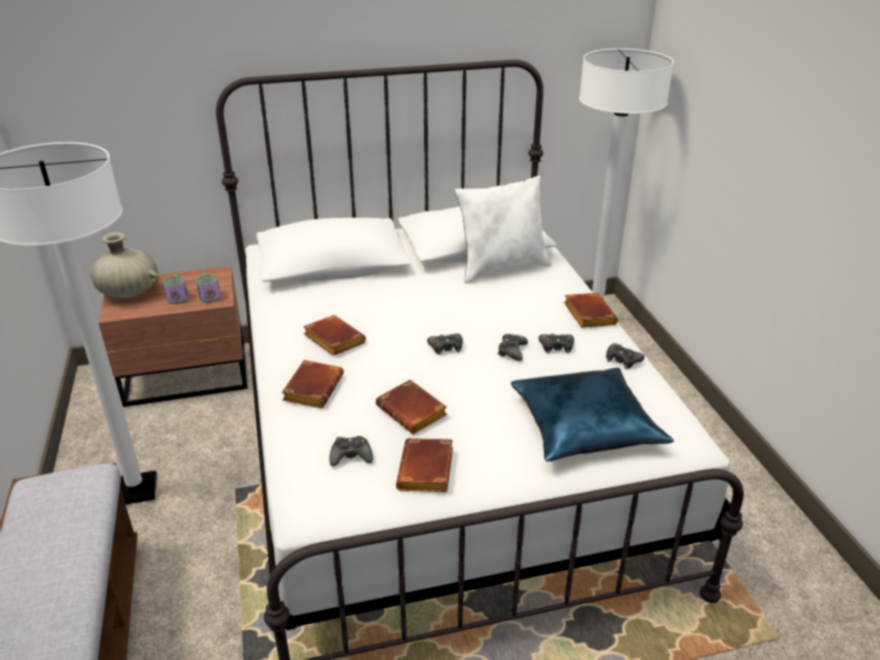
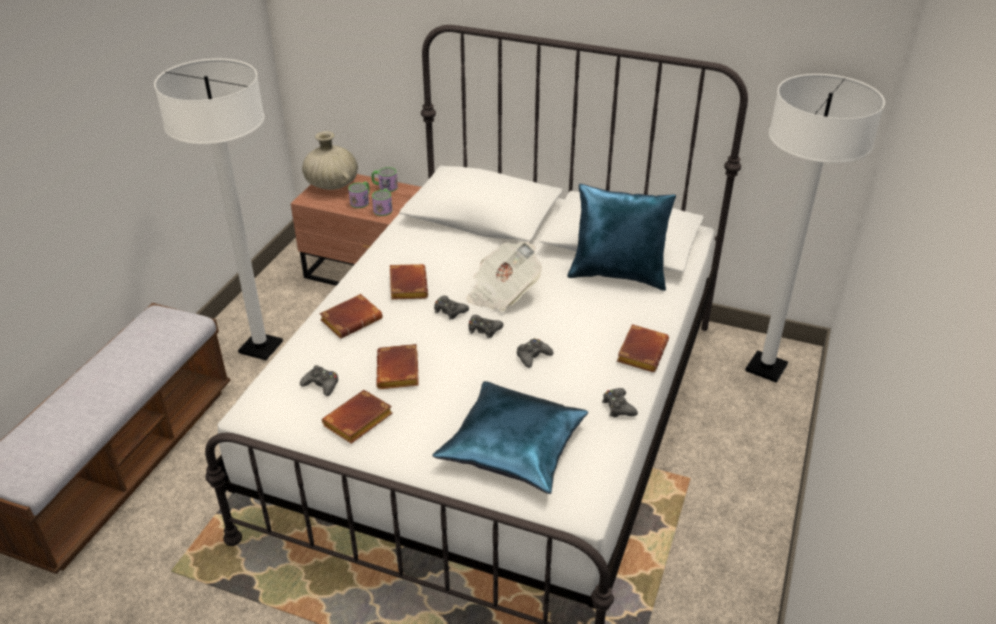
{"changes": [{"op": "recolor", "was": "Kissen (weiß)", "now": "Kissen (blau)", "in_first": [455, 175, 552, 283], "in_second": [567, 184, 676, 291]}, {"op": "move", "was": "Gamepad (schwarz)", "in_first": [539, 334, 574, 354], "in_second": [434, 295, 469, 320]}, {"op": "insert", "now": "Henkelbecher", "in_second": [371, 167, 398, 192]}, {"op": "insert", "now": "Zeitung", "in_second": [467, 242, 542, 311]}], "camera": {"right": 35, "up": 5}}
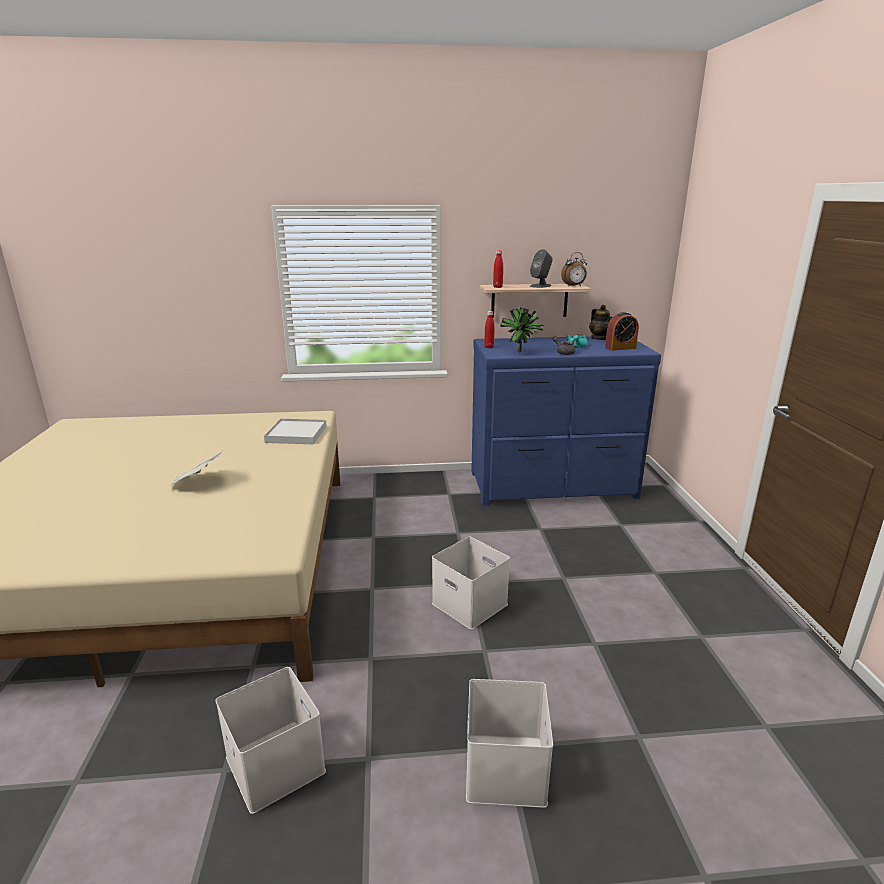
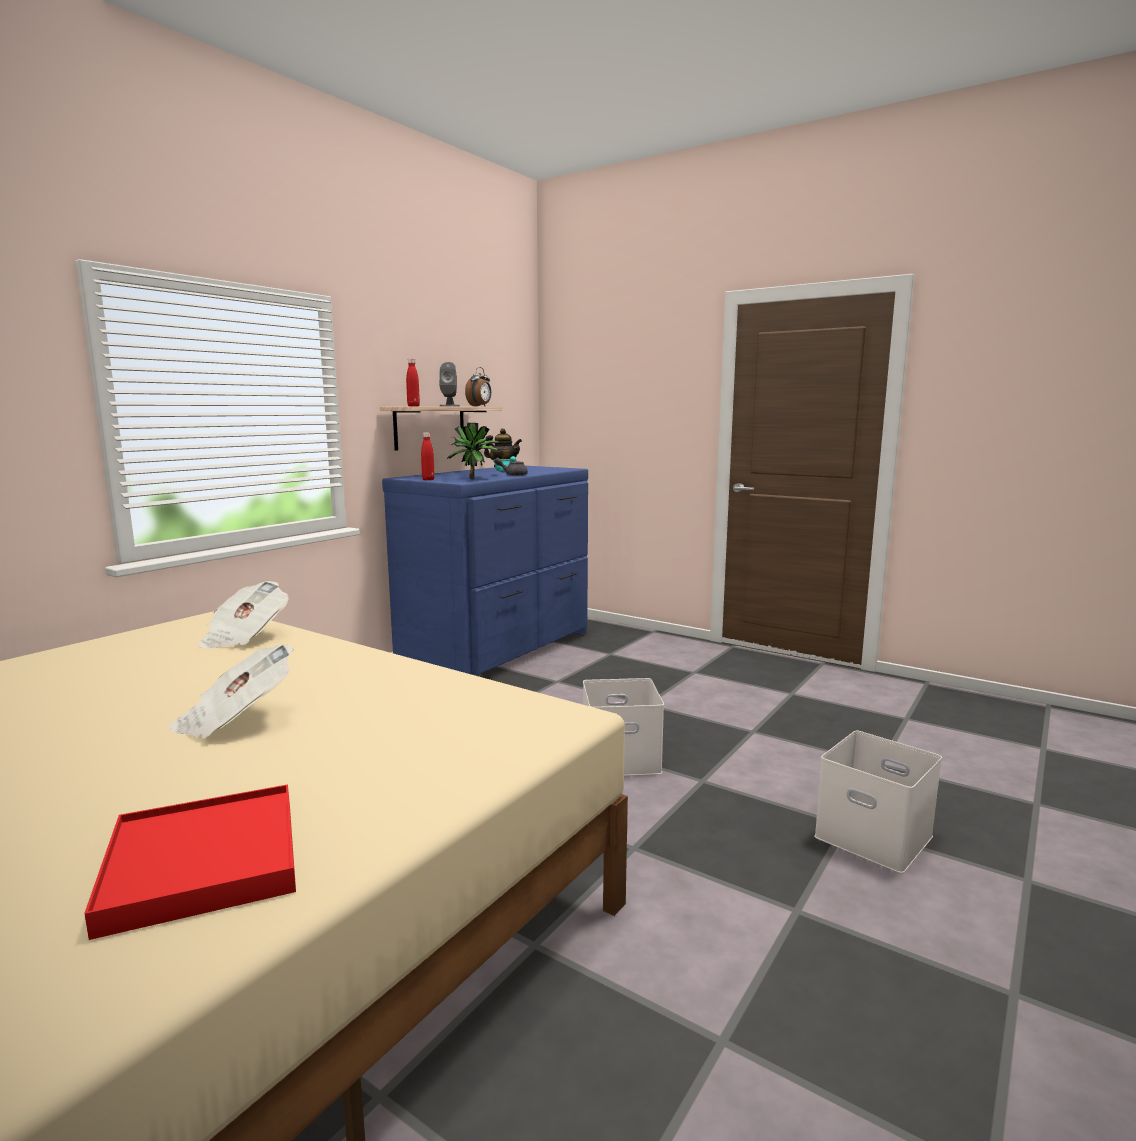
{"changes": [{"op": "delete", "was": "Aufbewahrungsbox (weiß)", "in_first": [216, 667, 326, 814]}, {"op": "replace", "was": "Tablett (weiß)", "now": "Zeitung", "in_first": [264, 418, 327, 444], "in_second": [199, 581, 289, 649]}, {"op": "delete", "was": "Wecker", "in_first": [605, 312, 639, 351]}, {"op": "insert", "now": "Tablett (rot)", "in_second": [84, 784, 296, 940]}], "camera": {"right": -50, "up": -10}}
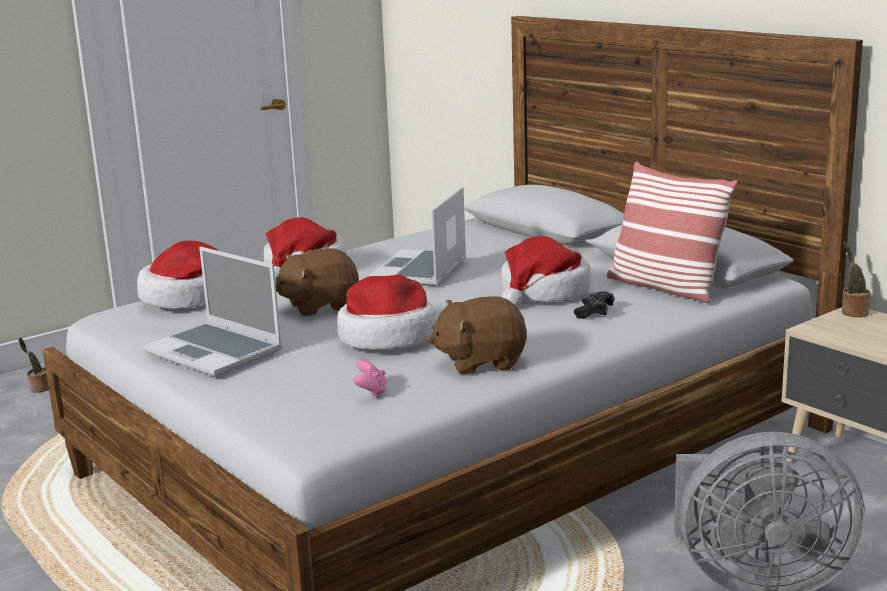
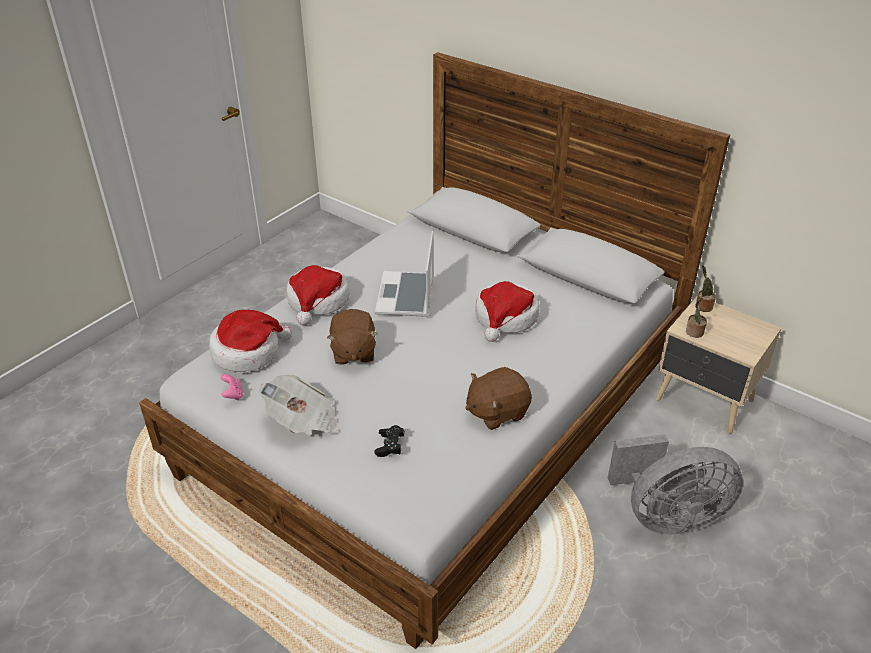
{"changes": [{"op": "move", "was": "Topfpflanze", "in_first": [19, 337, 49, 393], "in_second": [686, 298, 707, 338]}, {"op": "replace", "was": "Laptop", "now": "Zeitung", "in_first": [143, 246, 282, 377], "in_second": [259, 375, 338, 435]}, {"op": "rotate", "was": "Plüschtier (braun)", "in_first": [276, 248, 359, 316], "in_second": [327, 309, 378, 365], "clockwise": -60}, {"op": "delete", "was": "Hut", "in_first": [337, 275, 436, 350]}, {"op": "move", "was": "Gamepad (rosa)", "in_first": [353, 360, 387, 398], "in_second": [220, 374, 243, 401]}, {"op": "move", "was": "Gamepad (schwarz)", "in_first": [574, 291, 615, 319], "in_second": [374, 425, 405, 457]}, {"op": "delete", "was": "Kissen", "in_first": [607, 162, 738, 303]}], "camera": {"right": -15, "up": 20}}
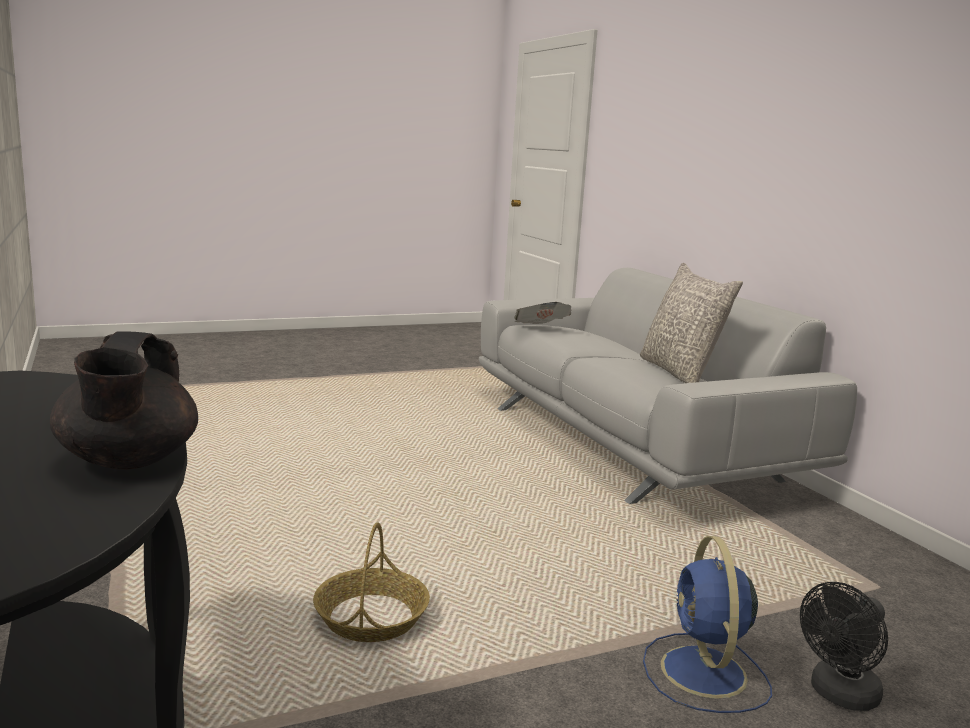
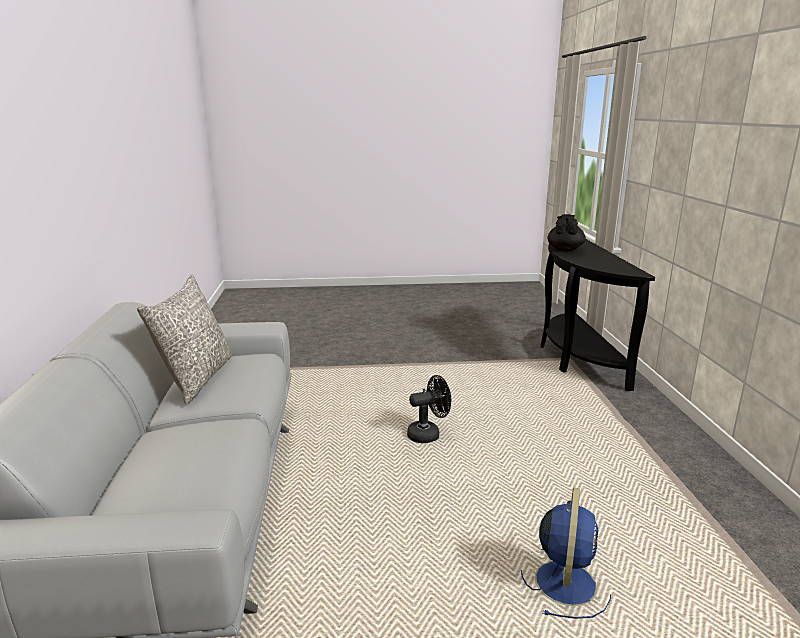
{"changes": [{"op": "delete", "was": "Korb", "in_first": [313, 522, 430, 642]}, {"op": "delete", "was": "Zeitung", "in_first": [514, 302, 572, 324]}, {"op": "move", "was": "Ventilator (blau)", "in_first": [643, 536, 772, 713], "in_second": [521, 487, 611, 619]}, {"op": "move", "was": "Ventilator (schwarz)", "in_first": [800, 582, 888, 711], "in_second": [407, 375, 451, 443]}], "camera": {"right": -160, "up": 5}}
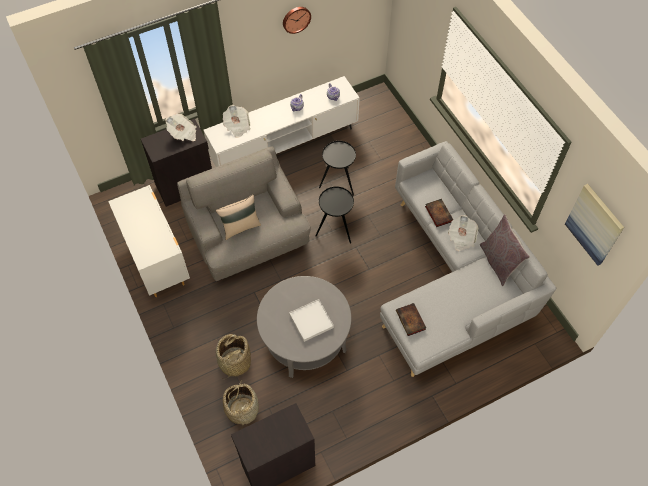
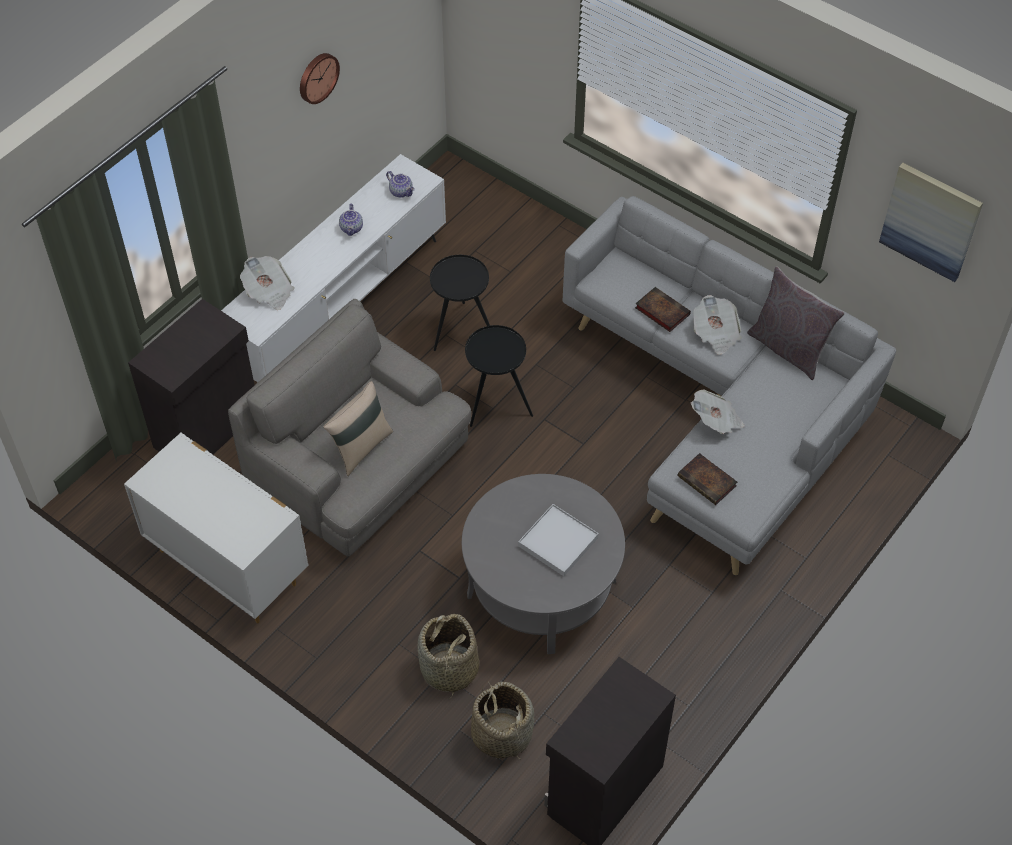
{"changes": [{"op": "move", "was": "Zeitung", "in_first": [165, 114, 197, 141], "in_second": [691, 389, 744, 434]}], "camera": {"right": -25, "up": -5}}
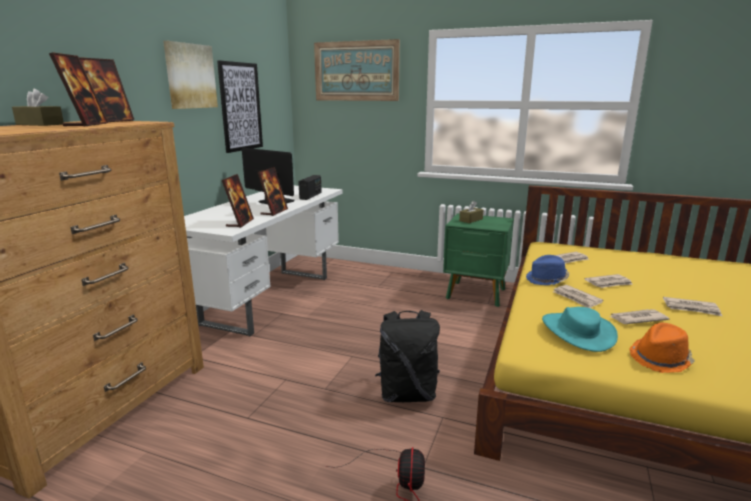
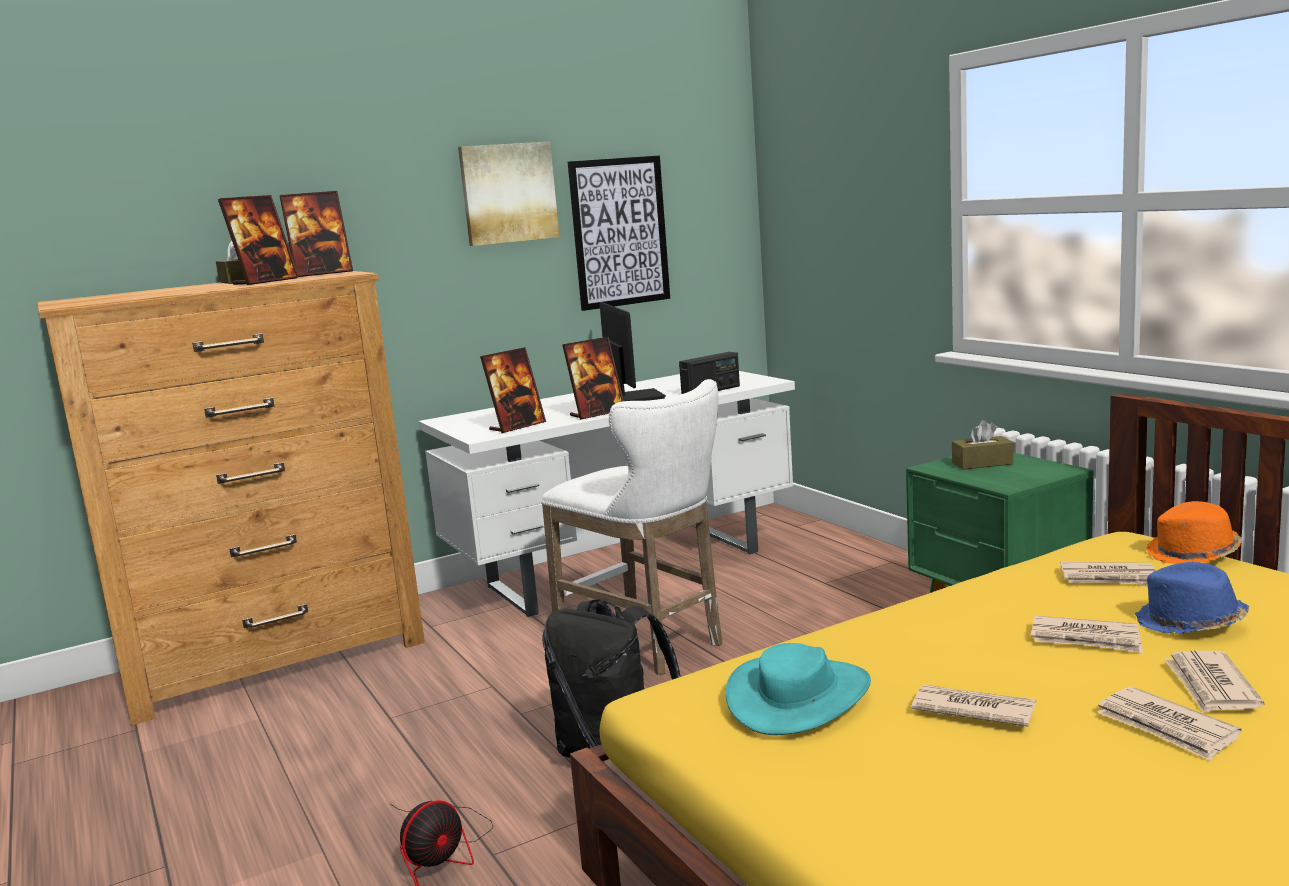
{"changes": [{"op": "delete", "was": "Bild", "in_first": [314, 39, 400, 101]}, {"op": "move", "was": "Hut (blau)", "in_first": [526, 255, 569, 285], "in_second": [1135, 562, 1249, 635]}, {"op": "move", "was": "Zeitung", "in_first": [553, 285, 603, 308], "in_second": [1164, 651, 1265, 713]}, {"op": "move", "was": "Hut (orange)", "in_first": [630, 323, 695, 373], "in_second": [1147, 501, 1242, 564]}, {"op": "insert", "now": "Hocker (weiß)", "in_second": [541, 379, 722, 676]}], "camera": {"right": 40, "up": -5}}
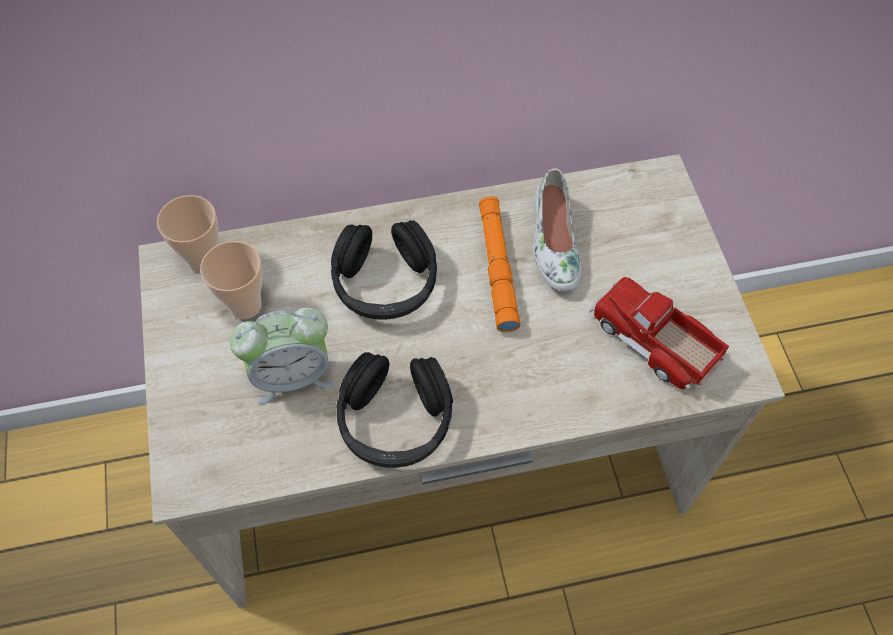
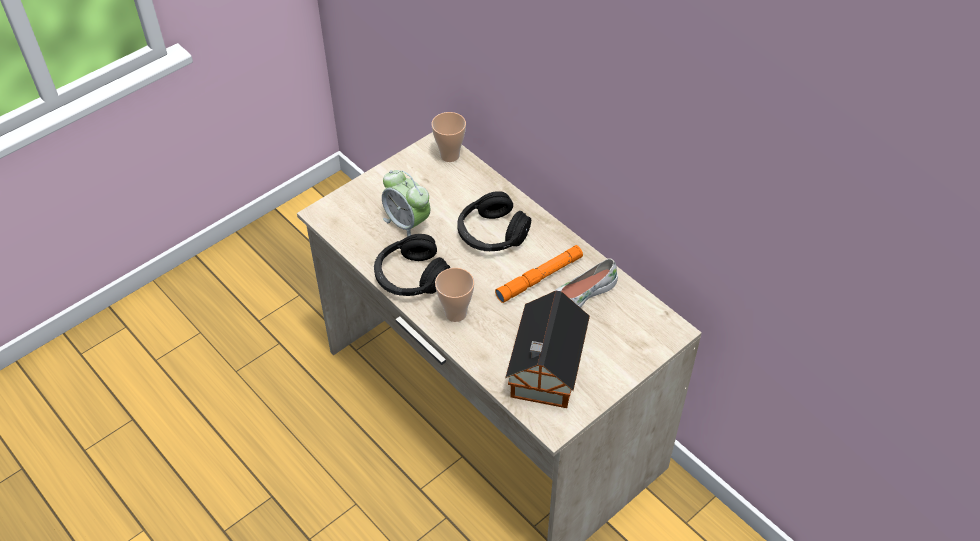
{"changes": [{"op": "move", "was": "Tasse", "in_first": [200, 241, 262, 319], "in_second": [435, 268, 474, 322]}, {"op": "replace", "was": "Spielzeuglaster", "now": "Spielzeughaus", "in_first": [590, 277, 729, 390], "in_second": [505, 291, 590, 408]}], "camera": {"right": 60, "up": -10}}
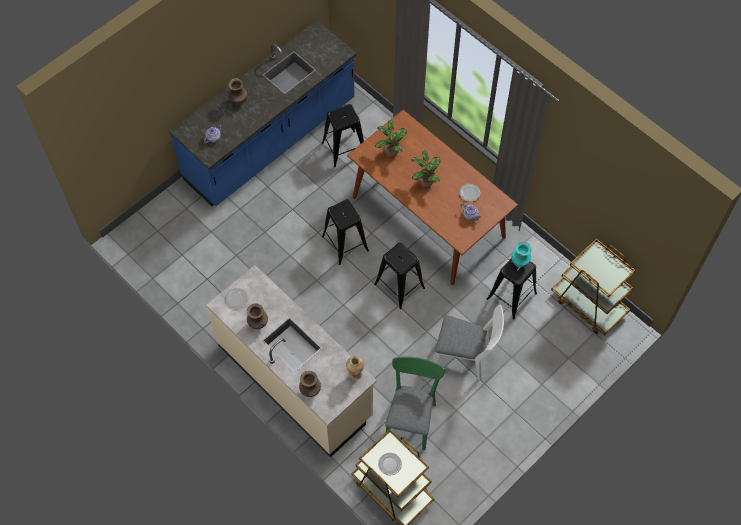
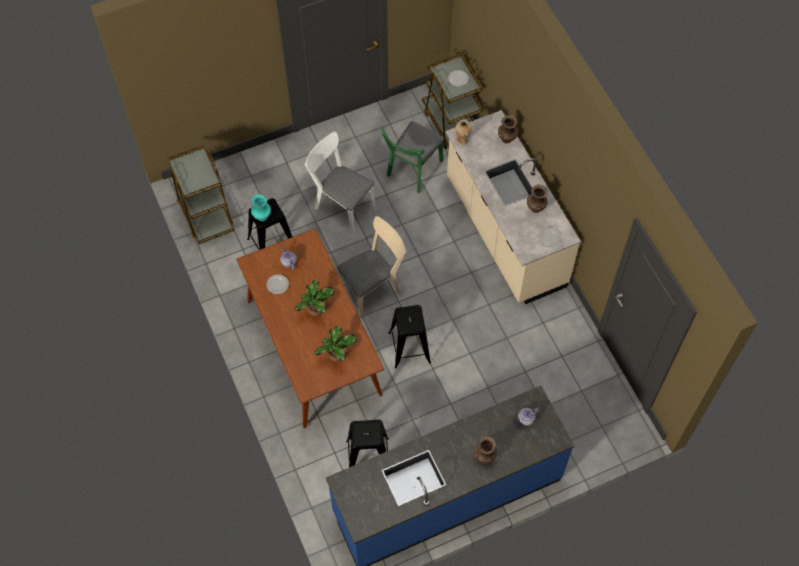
{"changes": [{"op": "replace", "was": "Hocker (schwarz)", "now": "Stuhl (beige)", "in_first": [374, 243, 425, 309], "in_second": [337, 216, 406, 316]}], "camera": {"right": -160, "up": 0}}
